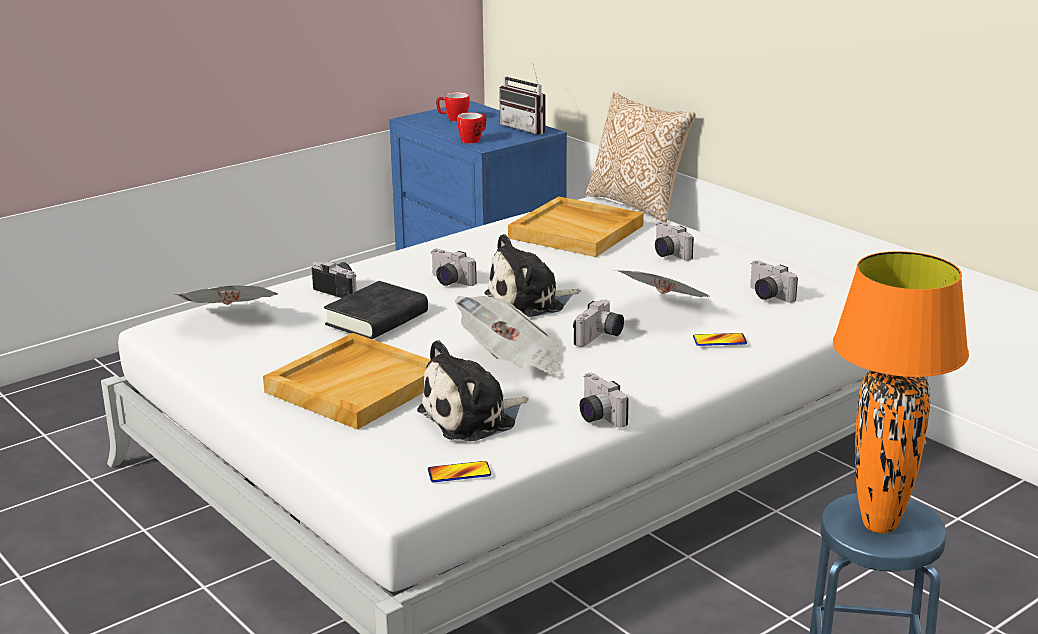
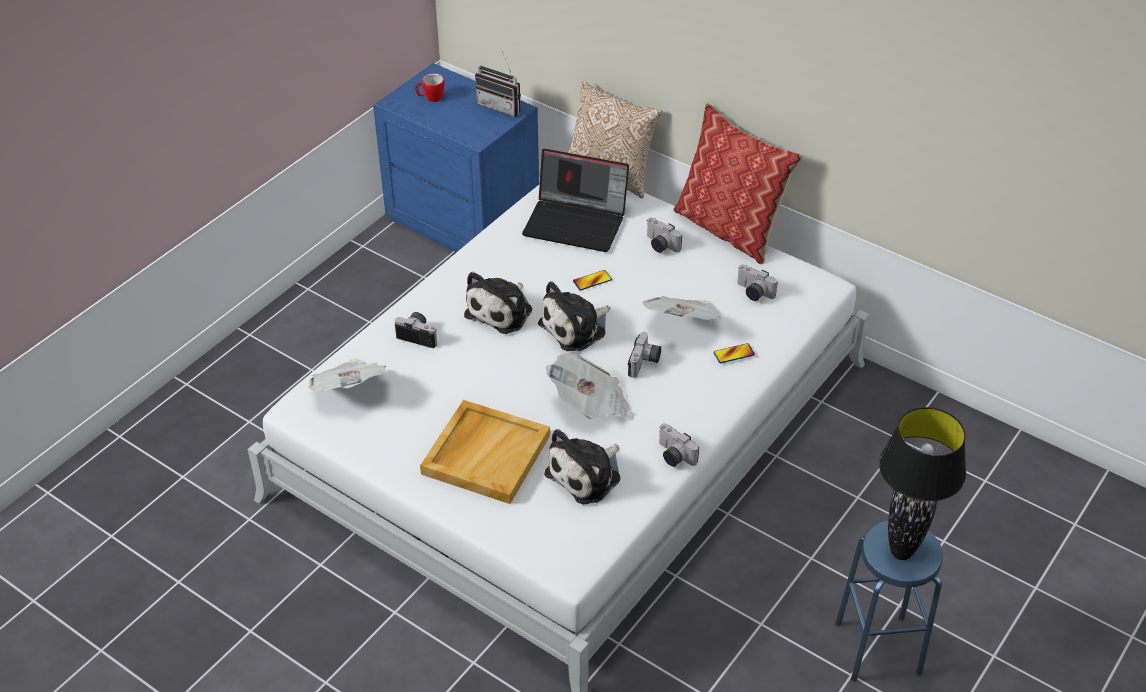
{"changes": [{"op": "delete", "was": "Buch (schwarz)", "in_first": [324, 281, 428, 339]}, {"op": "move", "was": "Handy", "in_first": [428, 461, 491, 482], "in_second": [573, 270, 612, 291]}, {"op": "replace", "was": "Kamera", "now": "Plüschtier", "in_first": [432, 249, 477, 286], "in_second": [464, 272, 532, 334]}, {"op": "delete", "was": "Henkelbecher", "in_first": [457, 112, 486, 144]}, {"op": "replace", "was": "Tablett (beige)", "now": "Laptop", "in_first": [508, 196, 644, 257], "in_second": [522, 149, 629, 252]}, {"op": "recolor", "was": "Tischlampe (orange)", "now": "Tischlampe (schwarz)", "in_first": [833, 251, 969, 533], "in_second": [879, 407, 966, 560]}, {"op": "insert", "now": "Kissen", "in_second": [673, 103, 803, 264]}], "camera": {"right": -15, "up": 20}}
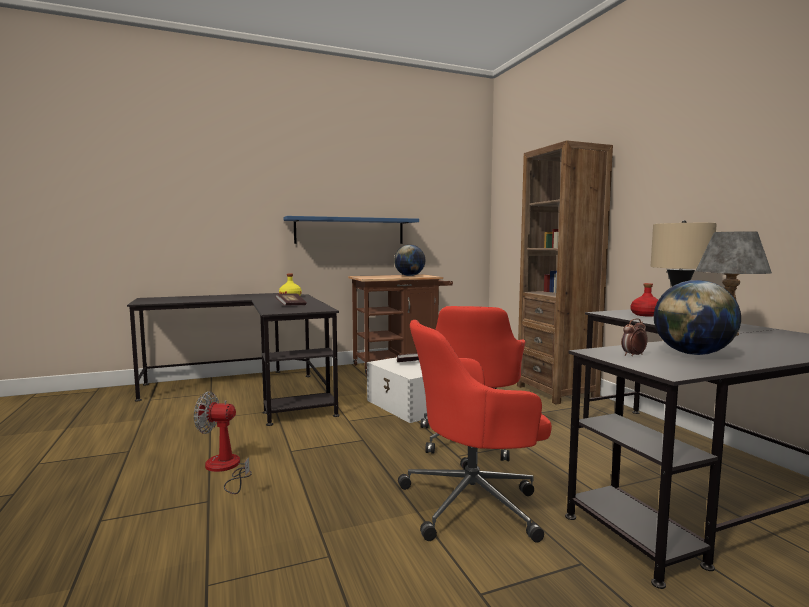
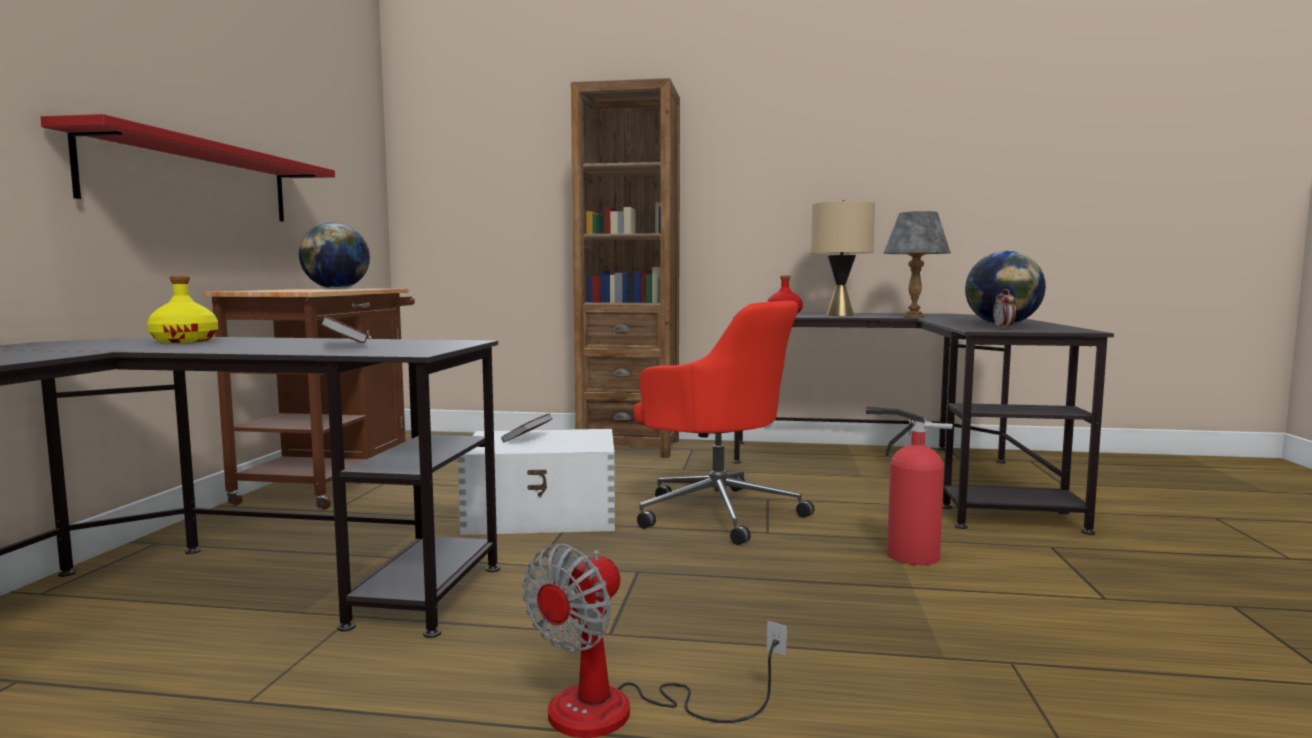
{"changes": [{"op": "recolor", "was": "Wandregal (blau)", "now": "Wandregal (rot)", "in_first": [284, 216, 419, 244], "in_second": [41, 114, 335, 222]}, {"op": "replace", "was": "Bürostuhl (rot)", "now": "Feuerlöscher", "in_first": [398, 320, 552, 543], "in_second": [866, 407, 953, 565]}], "camera": {"right": -60, "up": 0}}
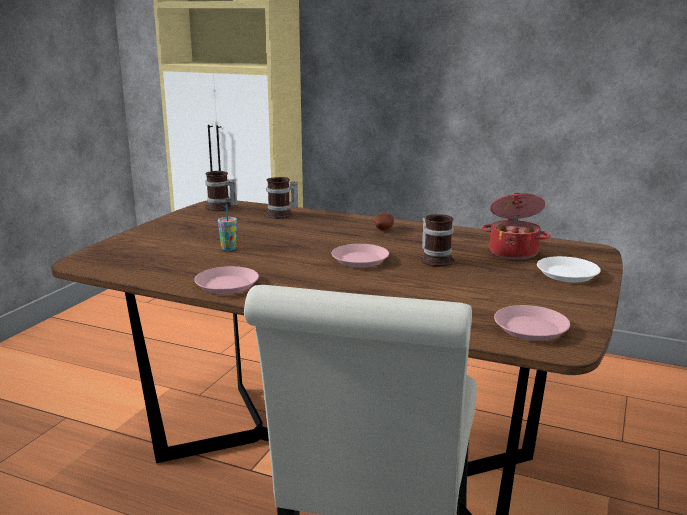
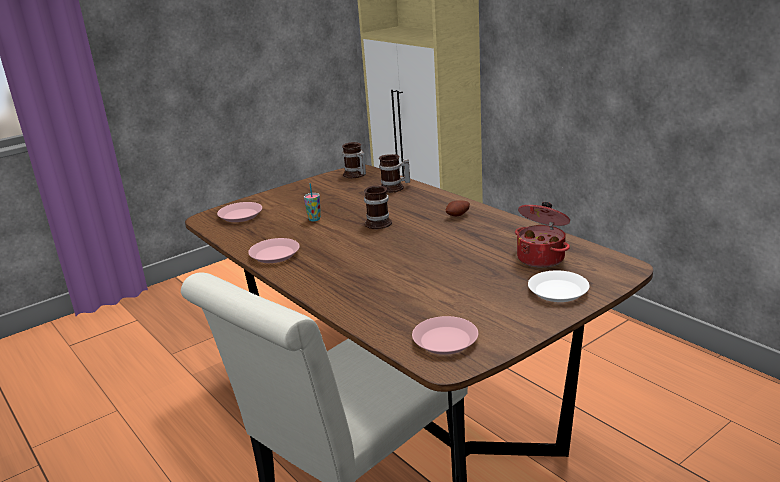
{"changes": [{"op": "move", "was": "Teller (rosa)", "in_first": [331, 244, 389, 267], "in_second": [217, 202, 262, 222]}, {"op": "move", "was": "Henkelbecher", "in_first": [420, 214, 454, 267], "in_second": [364, 185, 392, 229]}], "camera": {"right": 30, "up": 5}}
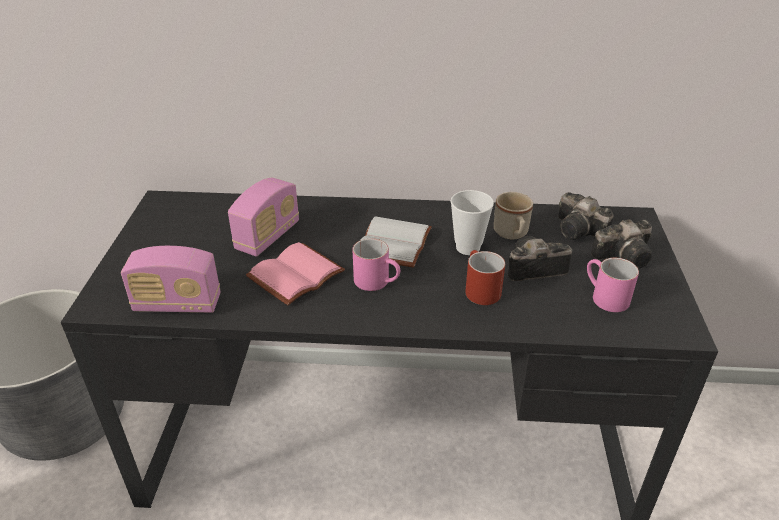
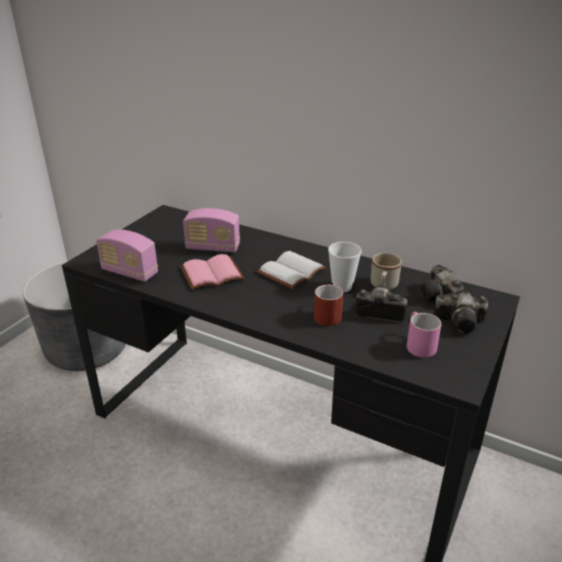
{"changes": [{"op": "rotate", "was": "Radio", "in_first": [228, 178, 299, 256], "in_second": [183, 208, 240, 252], "clockwise": 45}, {"op": "delete", "was": "Henkelbecher (rosa)", "in_first": [353, 238, 400, 291]}], "camera": {"right": 25, "up": -5}}
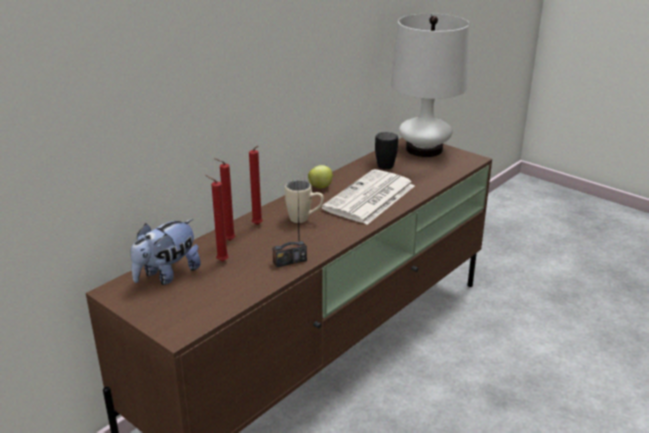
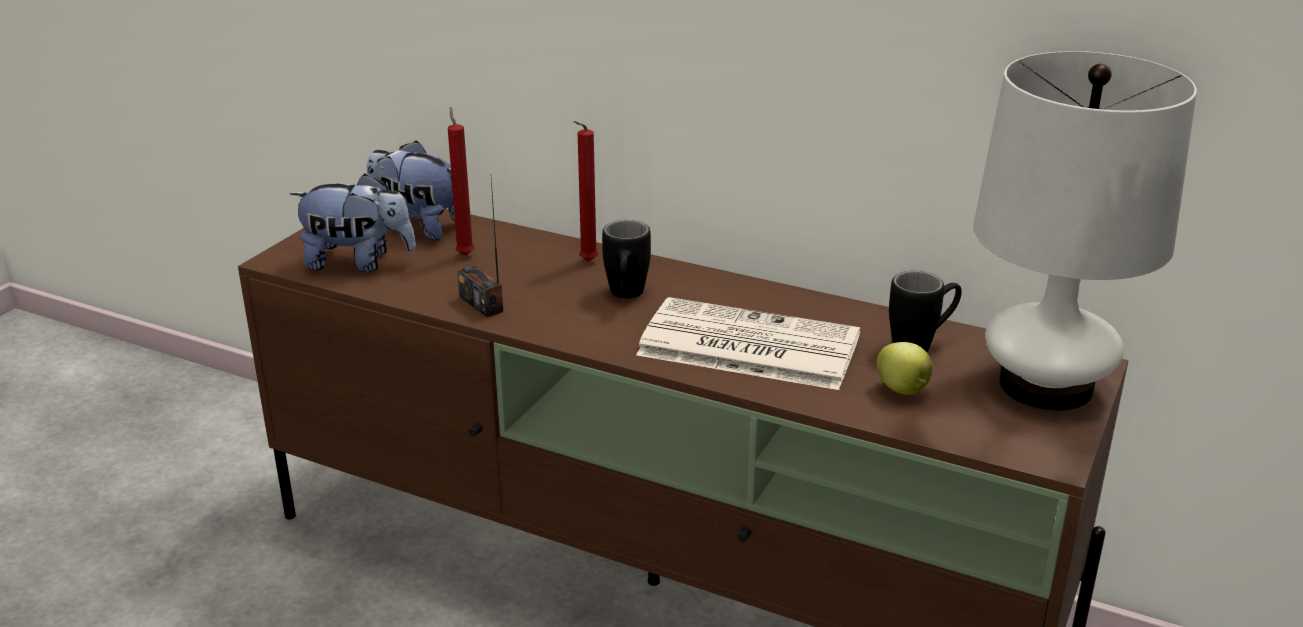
{"changes": [{"op": "delete", "was": "Kerze (rot)", "in_first": [214, 158, 235, 241]}, {"op": "recolor", "was": "Henkelbecher (beige)", "now": "Henkelbecher (schwarz)", "in_first": [285, 180, 324, 223], "in_second": [602, 220, 651, 299]}, {"op": "move", "was": "Apfel", "in_first": [308, 165, 334, 188], "in_second": [877, 342, 933, 395]}, {"op": "insert", "now": "Plüschtier", "in_second": [290, 174, 416, 272]}], "camera": {"right": 75, "up": 0}}
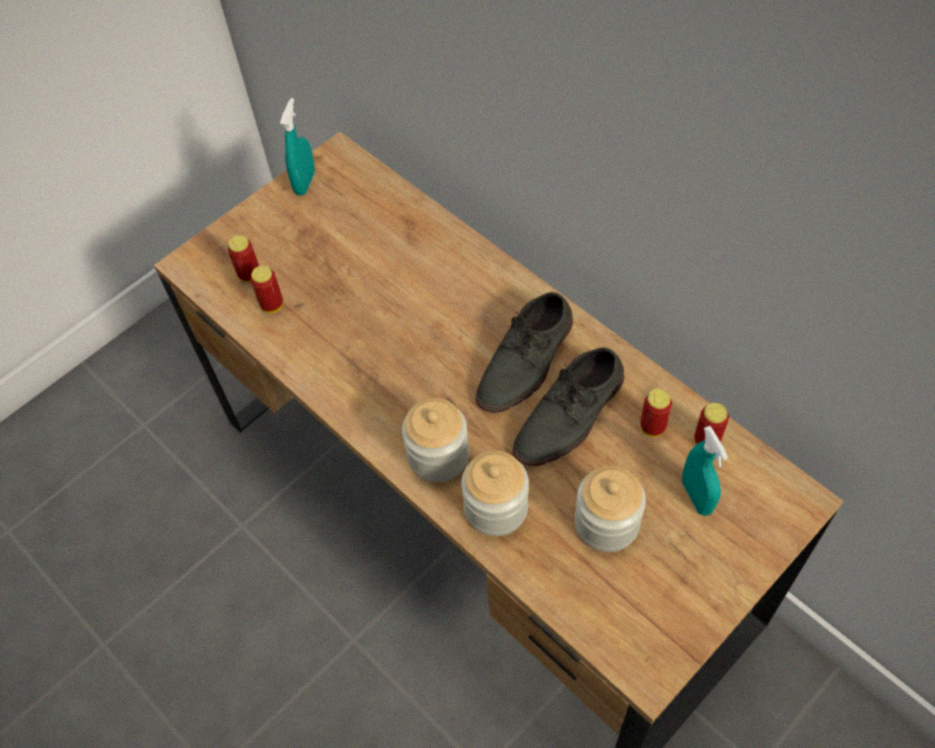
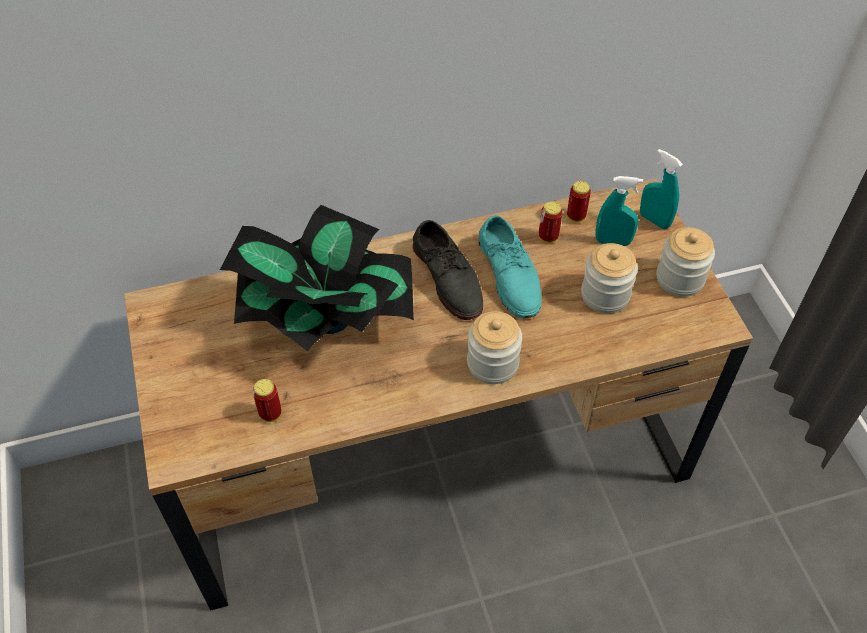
{"changes": [{"op": "delete", "was": "Dose", "in_first": [228, 235, 259, 283]}, {"op": "move", "was": "Sprühflasche (türkis)", "in_first": [280, 98, 315, 196], "in_second": [640, 149, 683, 229]}, {"op": "move", "was": "Vorratsglas", "in_first": [461, 451, 529, 536], "in_second": [656, 227, 715, 297]}, {"op": "recolor", "was": "Schuh (grau)", "now": "Schuh (türkis)", "in_first": [513, 347, 624, 466], "in_second": [478, 215, 541, 318]}, {"op": "insert", "now": "Topfpflanze", "in_second": [220, 205, 414, 351]}], "camera": {"right": -65, "up": -5}}
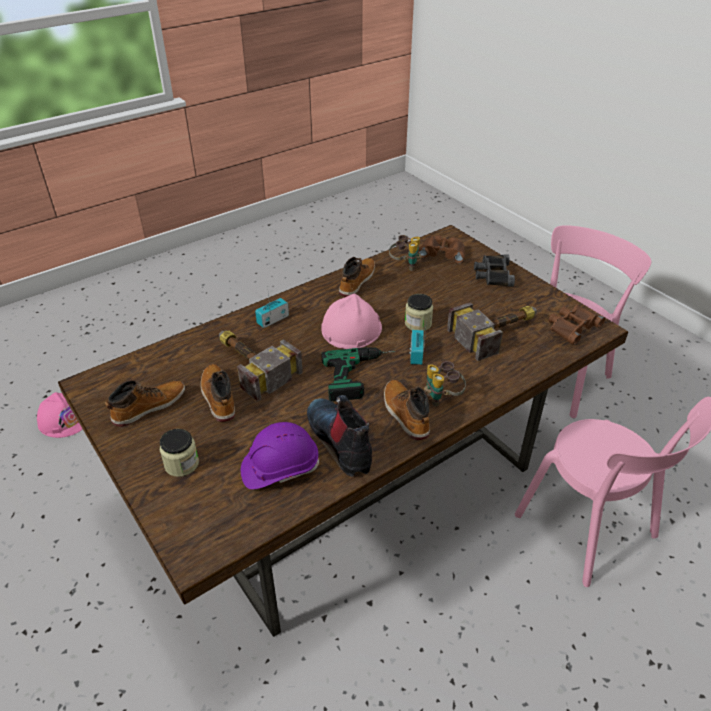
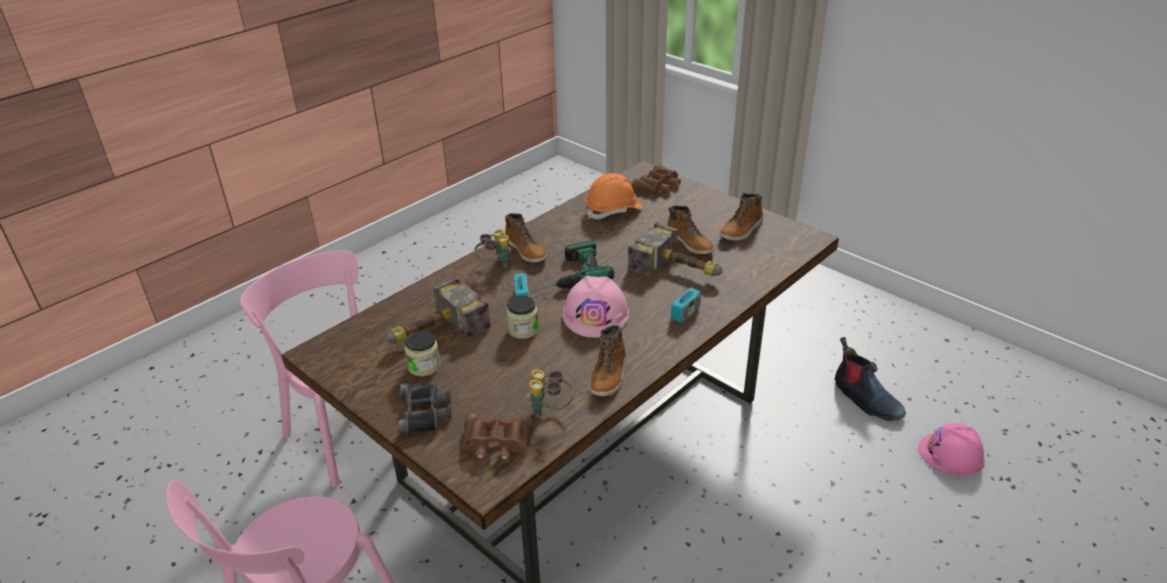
{"changes": [{"op": "move", "was": "Vorratsglas", "in_first": [159, 429, 199, 477], "in_second": [404, 331, 440, 376]}, {"op": "recolor", "was": "Schutzhelm (lila)", "now": "Schutzhelm (orange)", "in_first": [241, 422, 319, 489], "in_second": [585, 173, 643, 219]}, {"op": "move", "was": "Stiefel", "in_first": [307, 395, 372, 477], "in_second": [834, 337, 906, 421]}, {"op": "move", "was": "Fernglas (braun)", "in_first": [548, 305, 605, 345], "in_second": [632, 164, 681, 194]}], "camera": {"right": 170, "up": -5}}
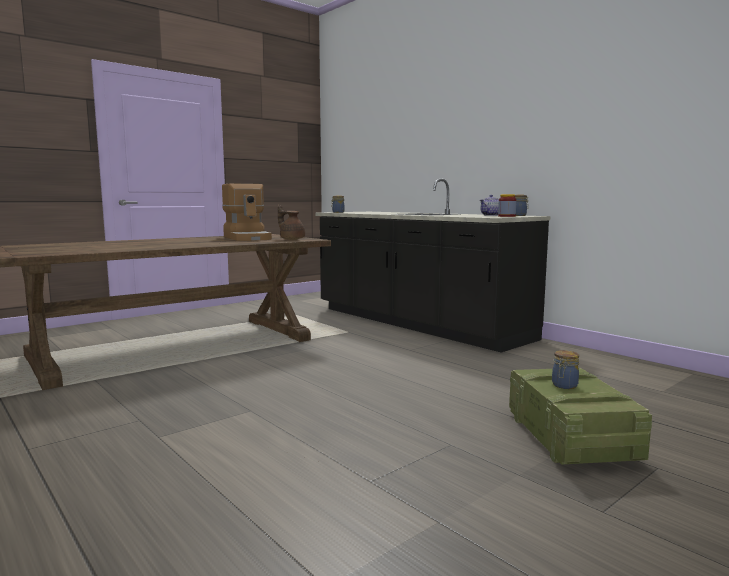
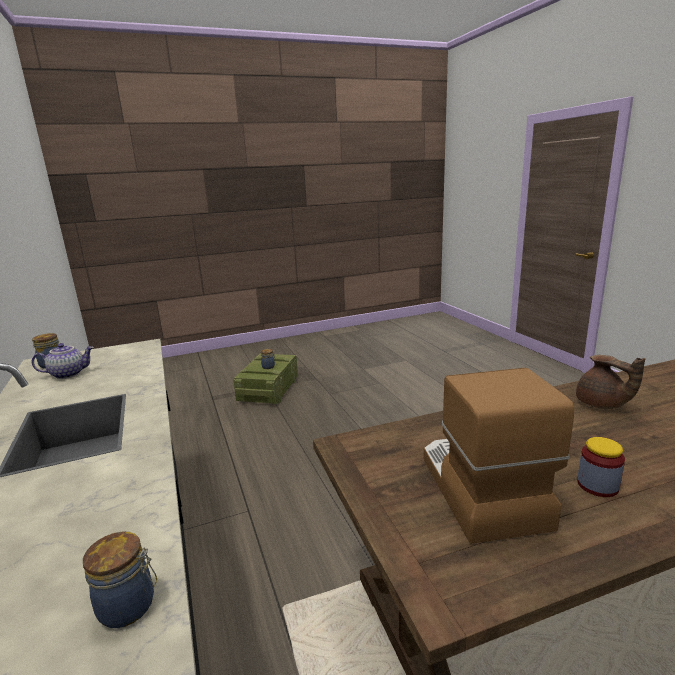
{"changes": [{"op": "move", "was": "Teekanne (braun)", "in_first": [278, 205, 305, 240], "in_second": [576, 355, 645, 409]}, {"op": "move", "was": "Vorratsglas", "in_first": [498, 194, 516, 217], "in_second": [577, 437, 625, 497]}], "camera": {"right": -160, "up": 10}}
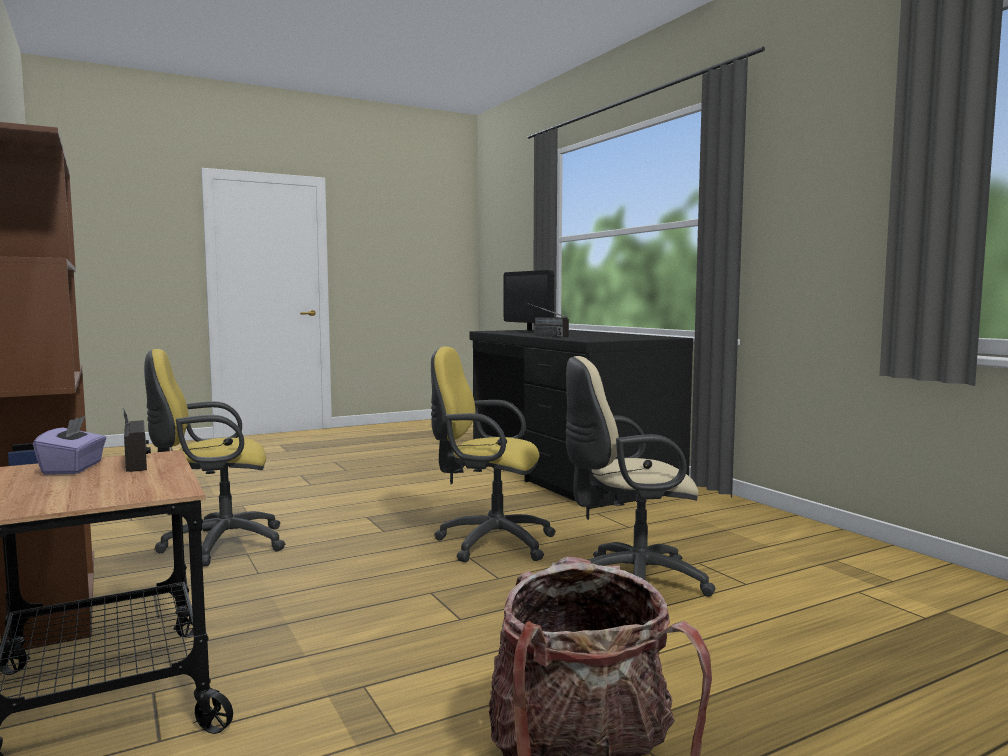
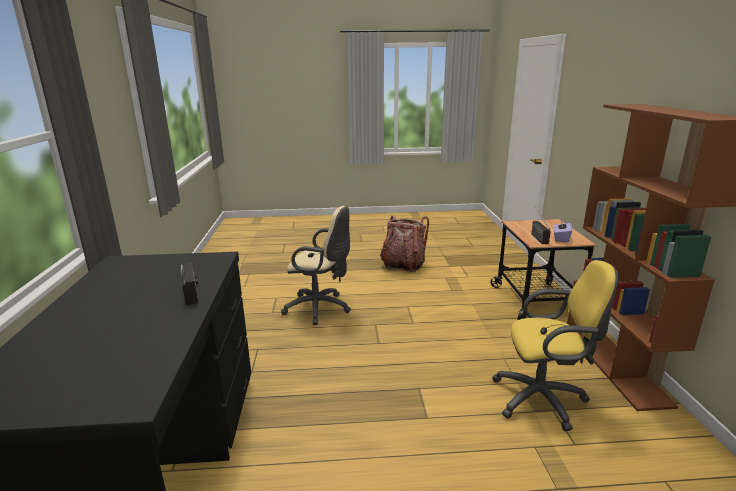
{"changes": [{"op": "delete", "was": "Bürostuhl (gelb)", "in_first": [431, 346, 556, 562]}, {"op": "delete", "was": "Monitor", "in_first": [504, 270, 554, 333]}], "camera": {"right": -155, "up": 15}}
